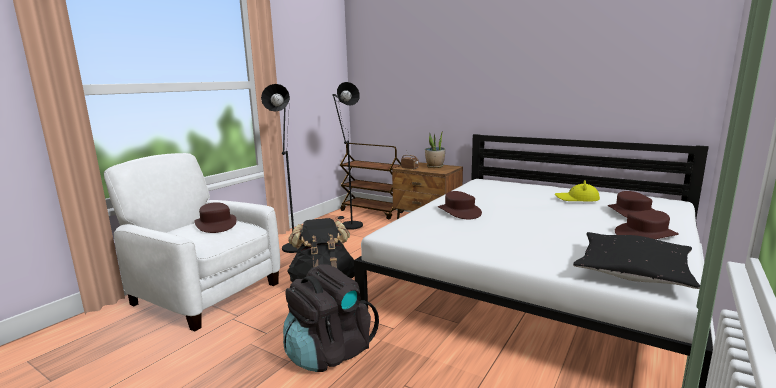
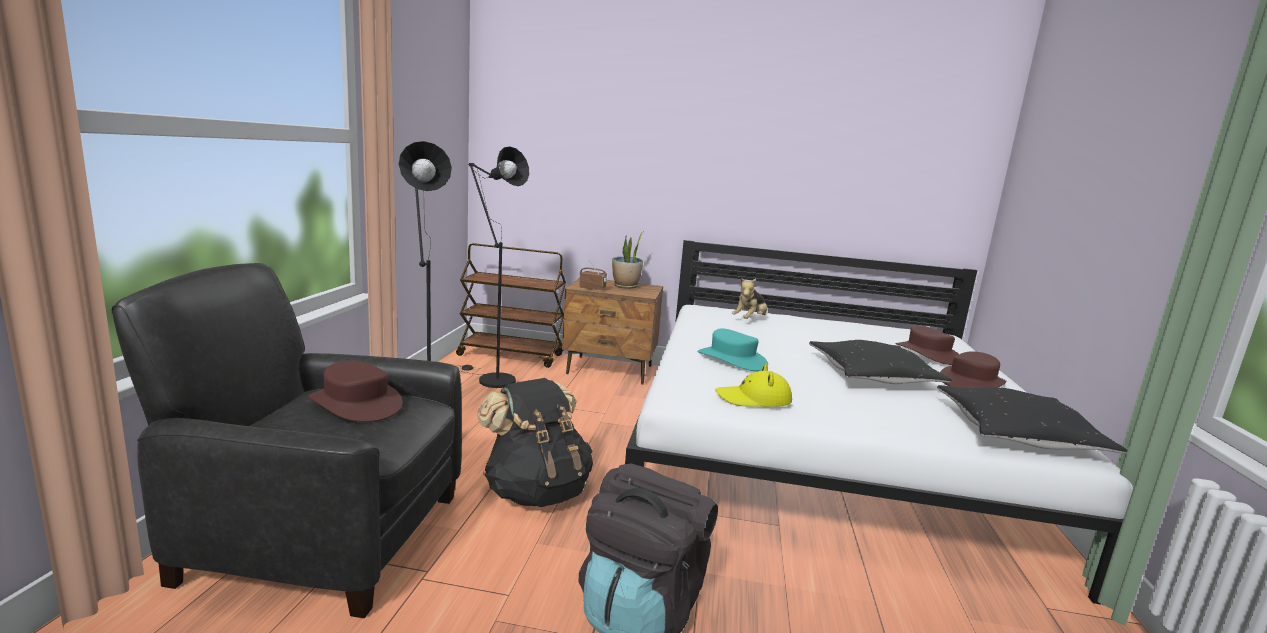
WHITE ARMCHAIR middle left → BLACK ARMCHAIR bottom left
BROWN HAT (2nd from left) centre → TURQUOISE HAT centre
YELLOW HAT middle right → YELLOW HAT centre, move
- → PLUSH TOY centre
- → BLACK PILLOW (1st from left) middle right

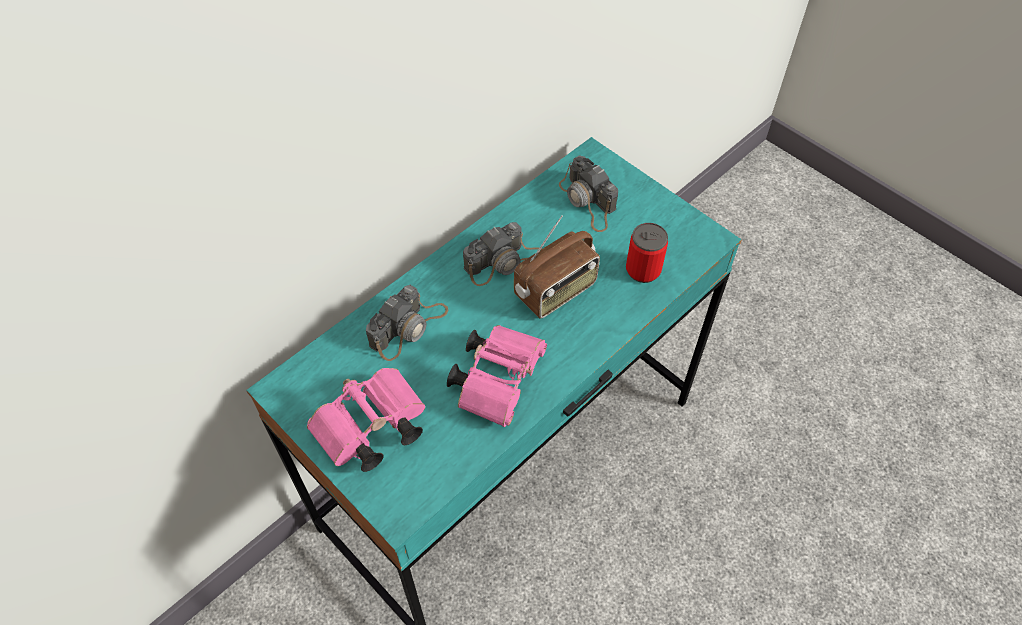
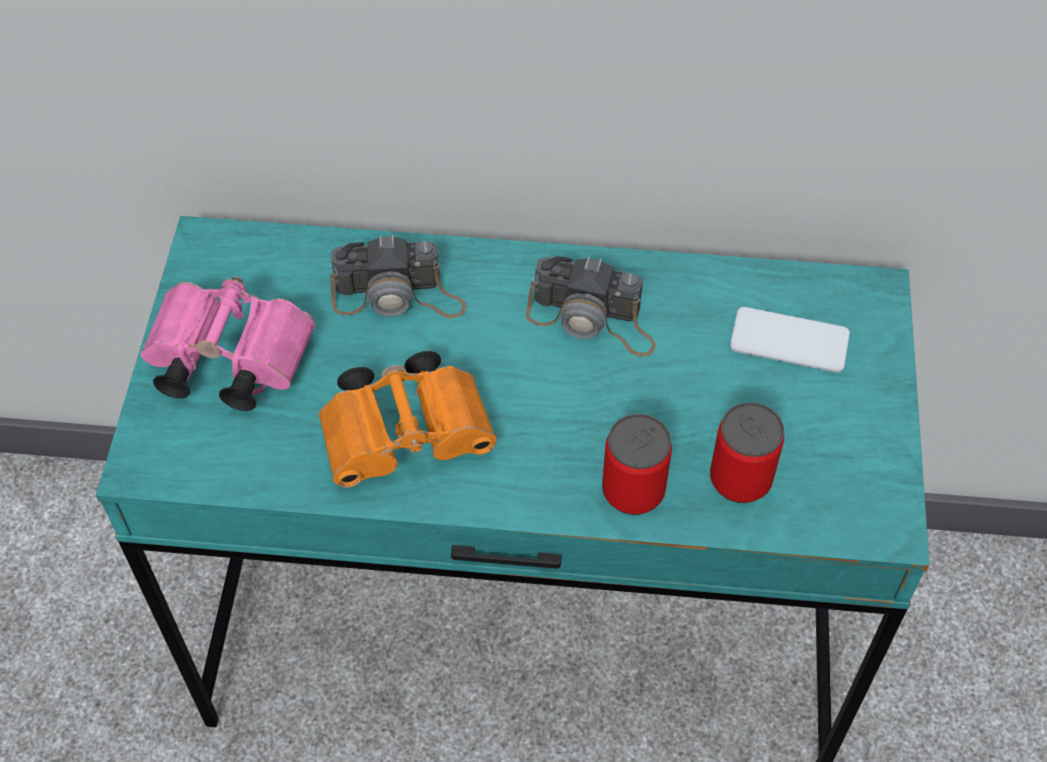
PINK BINOCULARS (2nd from left) centre → ORANGE BINOCULARS centre
- → CAN (1st from left) centre
PHOTO CAMERA (3rd from left) top centre → PHONE middle right
RADIO centre → -

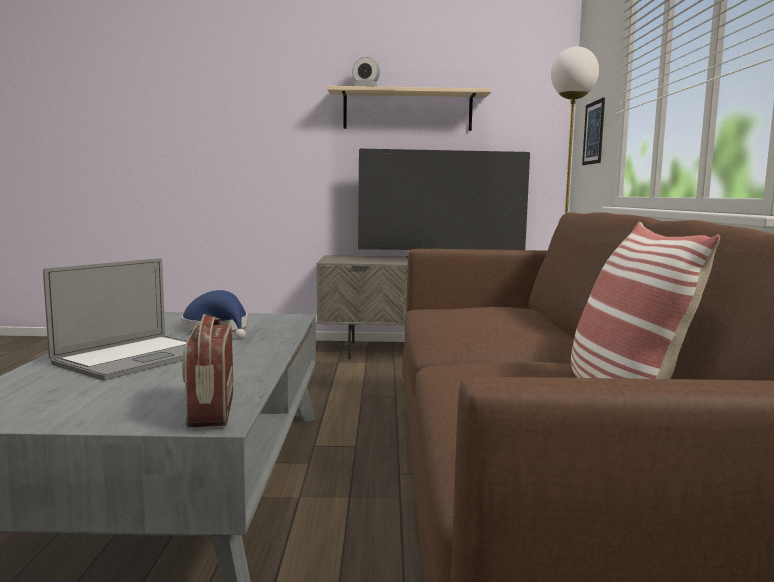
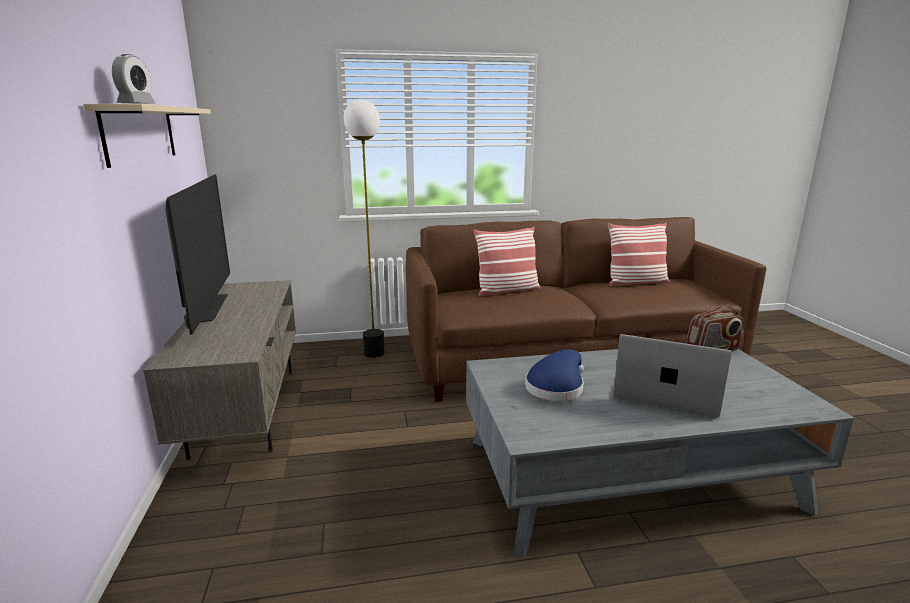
- → PILLOW (1st from left) centre
PICTURE top right → -

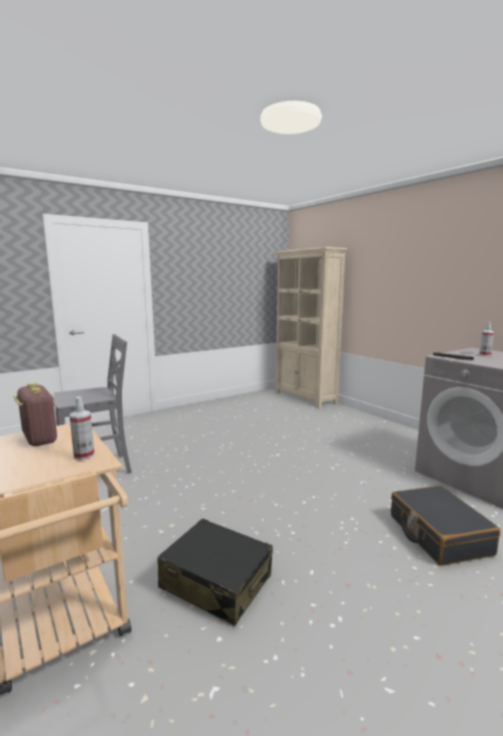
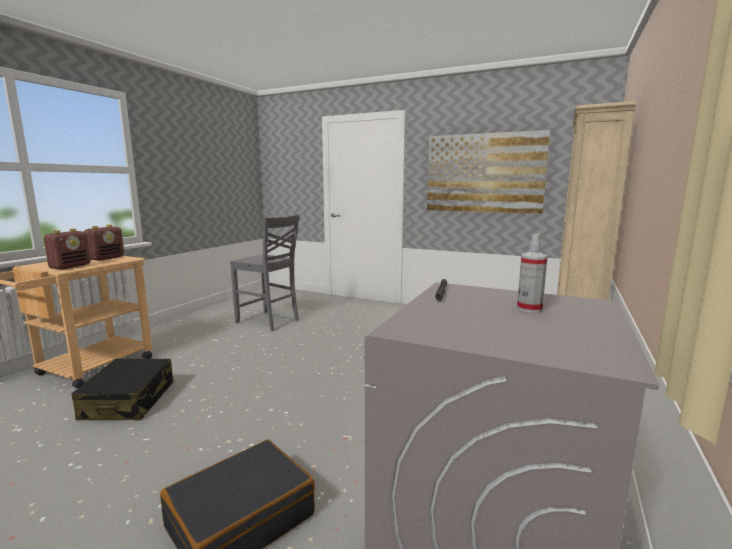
SPRAY BOTTLE (1st from left) middle left → RADIO (1st from left) middle left
- → PICTURE top right

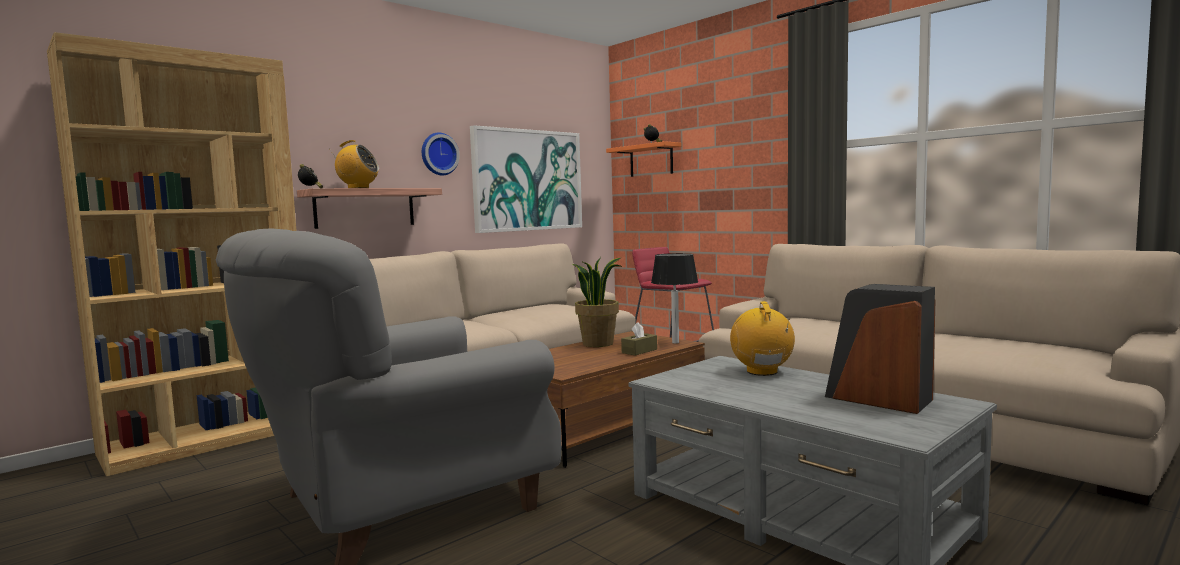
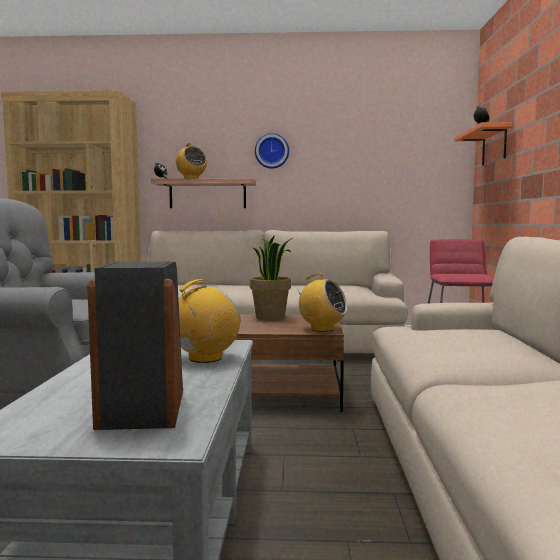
TABLE LAMP centre → RADIO (3rd from left) centre
PICTURE top centre → -
BROWN TISSUE BOX centre → -

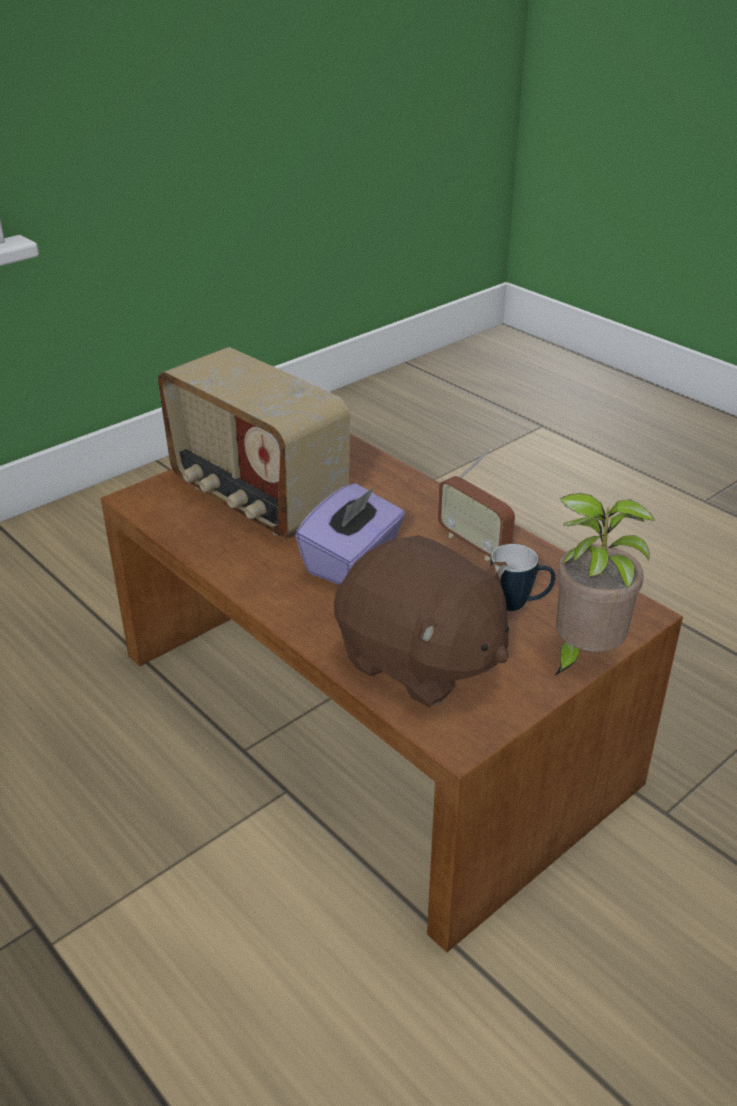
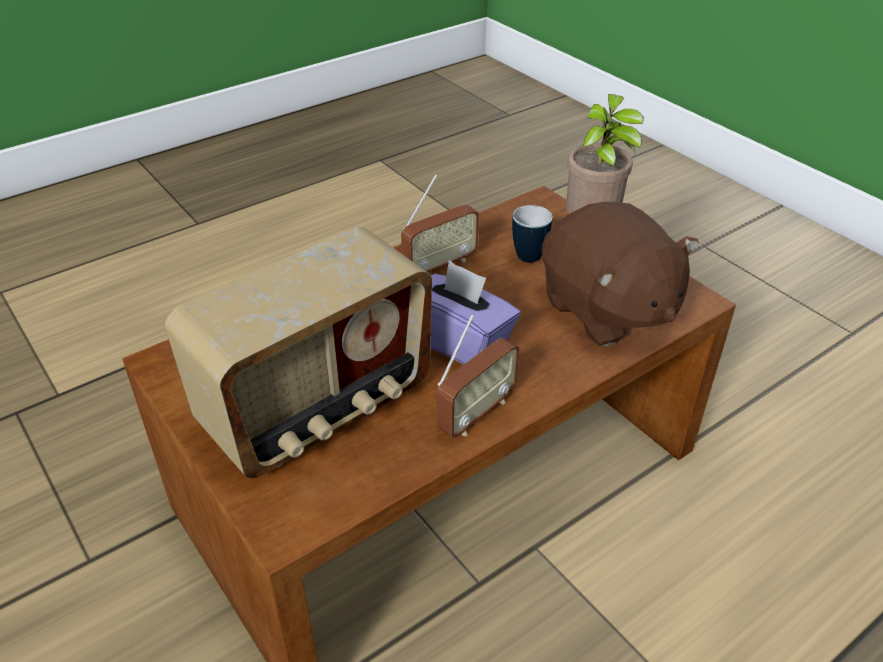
- → RADIO (3rd from left) centre
BROWN PLUSH TOY centre → BROWN PLUSH TOY middle right, 105 degrees clockwise

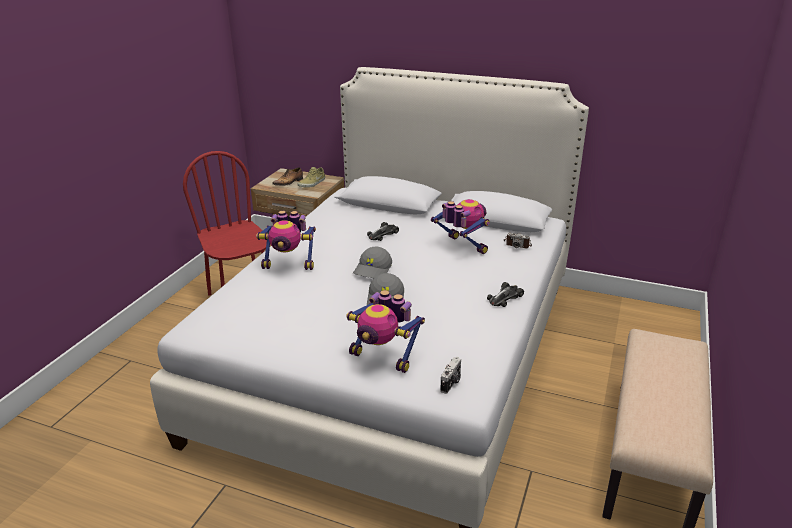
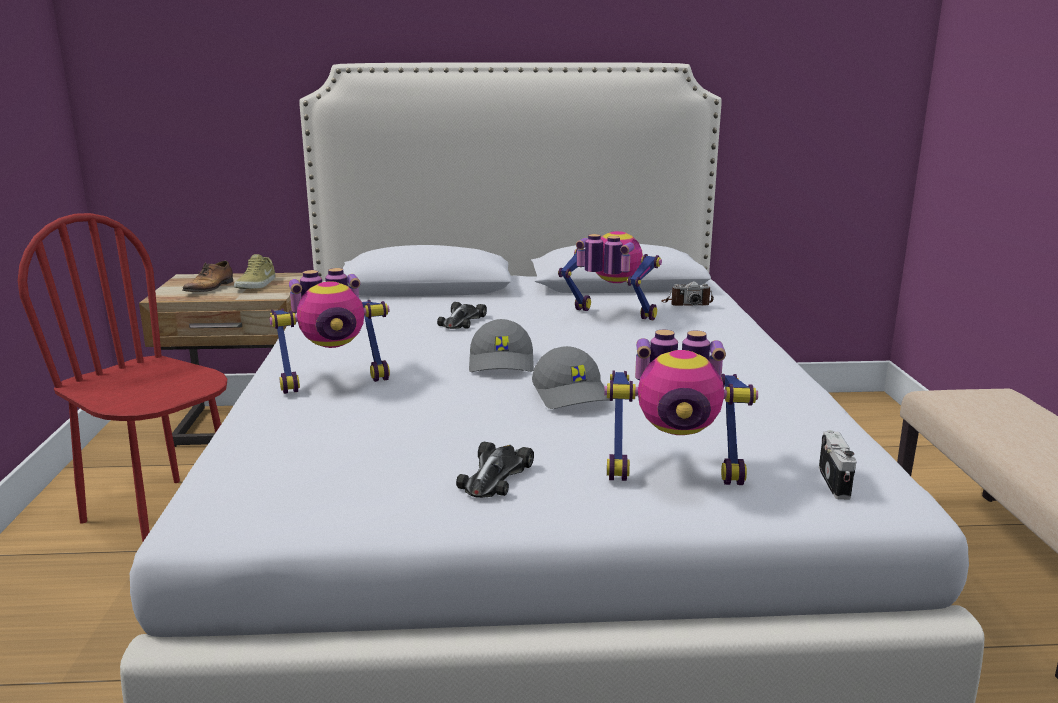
TOY CAR (2nd from left) centre → TOY CAR (2nd from left) bottom centre, move

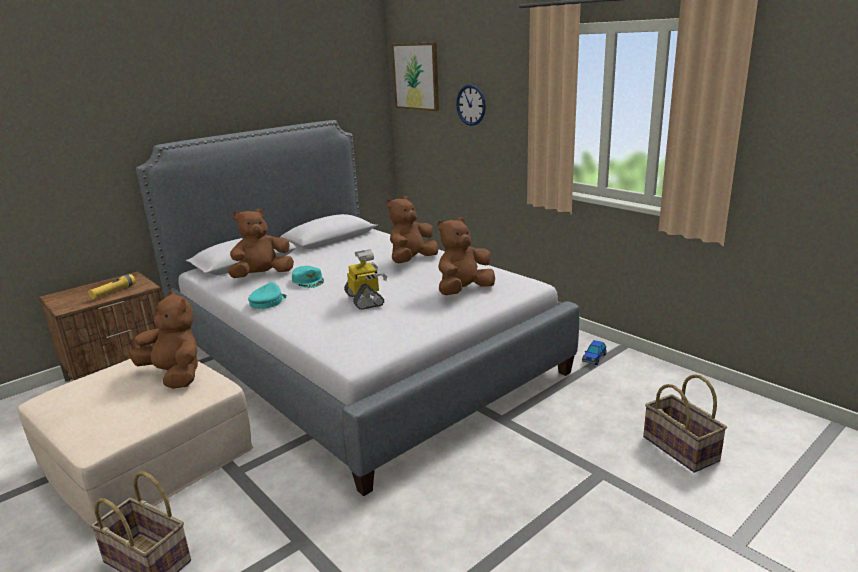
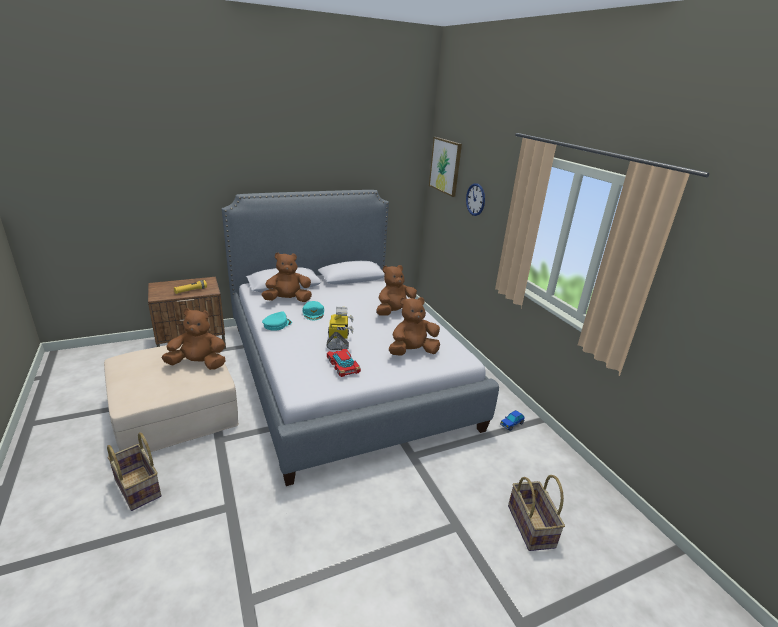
BROWN PLUSH TOY (1st from left) middle left, 60 degrees counterclockwise
- → TOY CAR (1st from left) centre

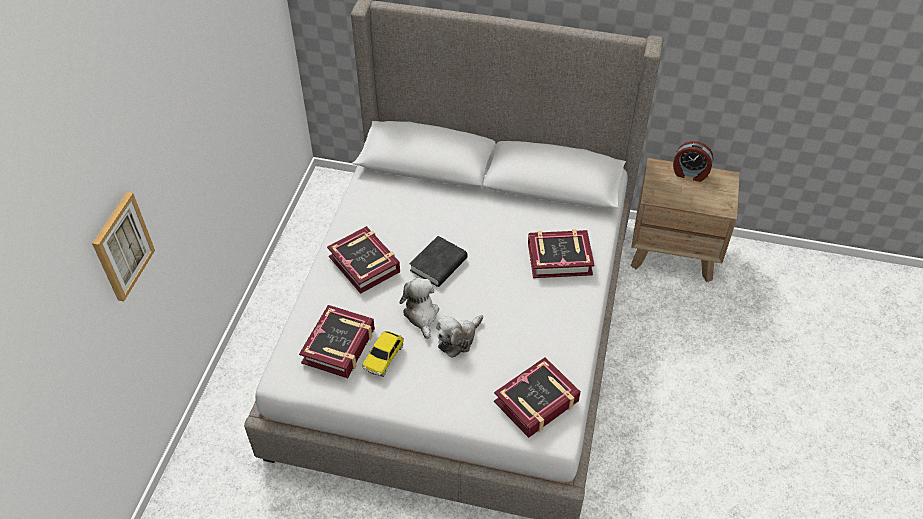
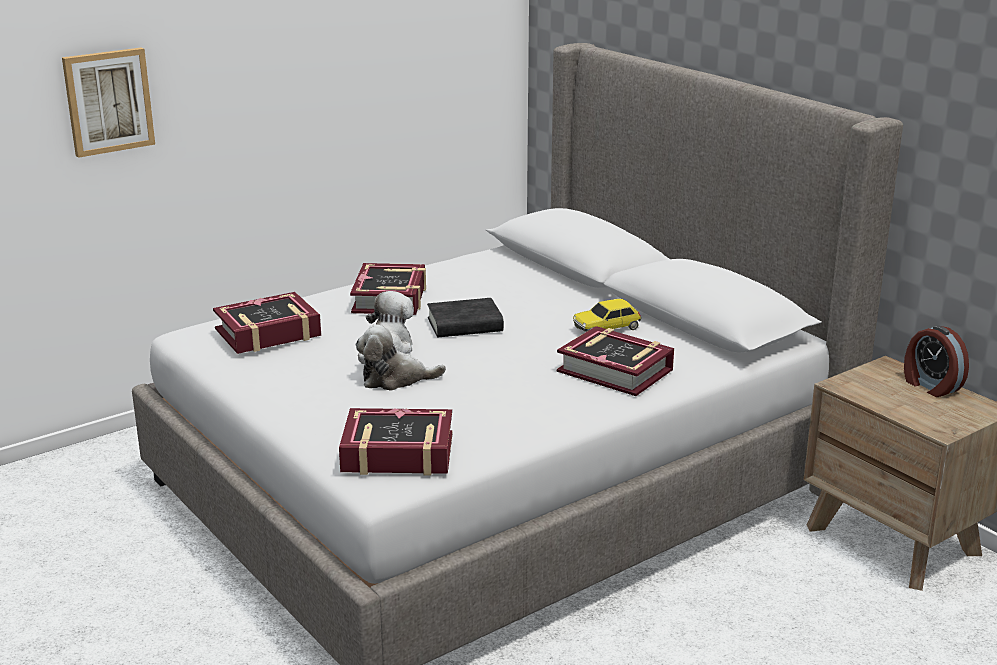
TOY CAR bottom centre → TOY CAR centre, move

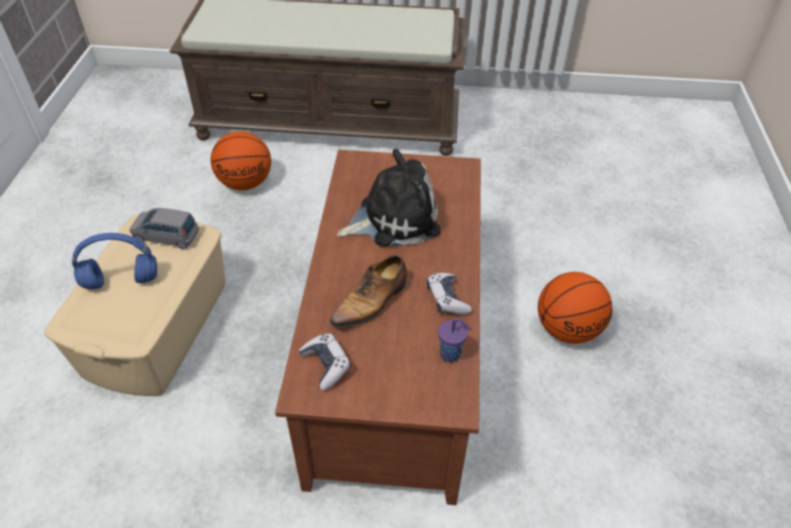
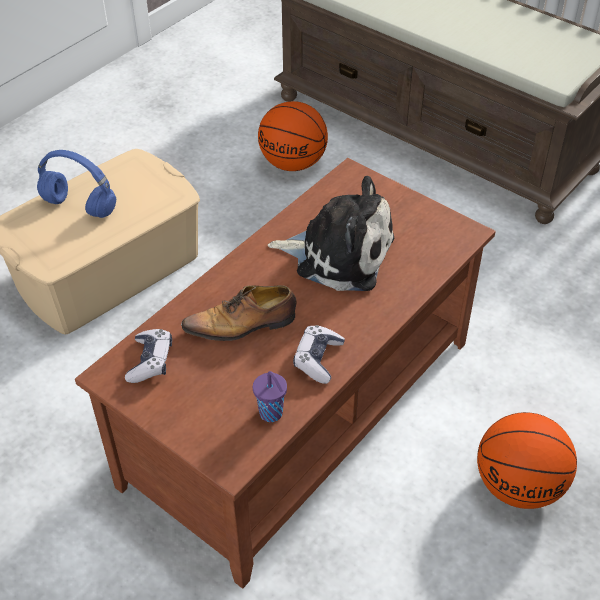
GREY TOY CAR middle left → -

